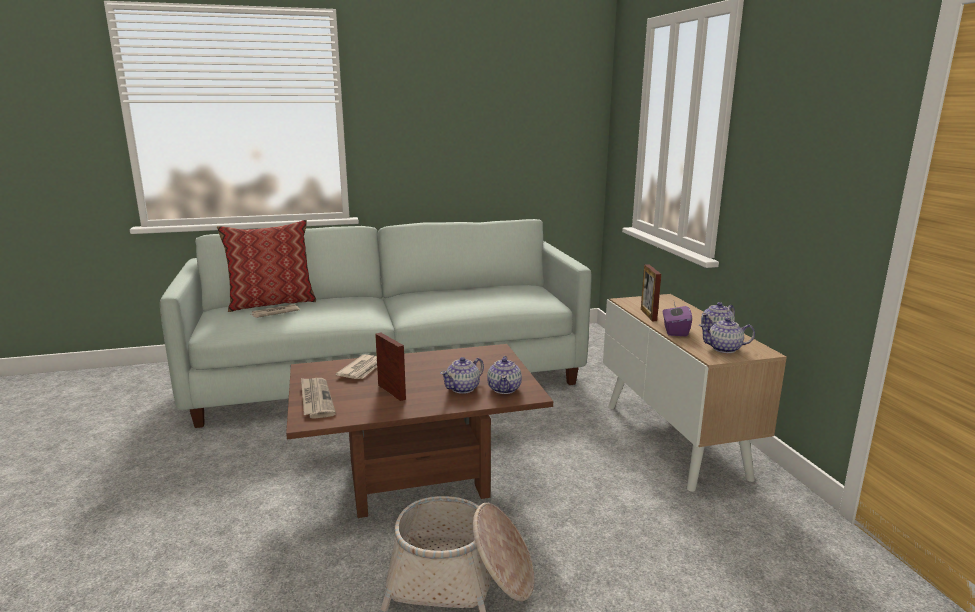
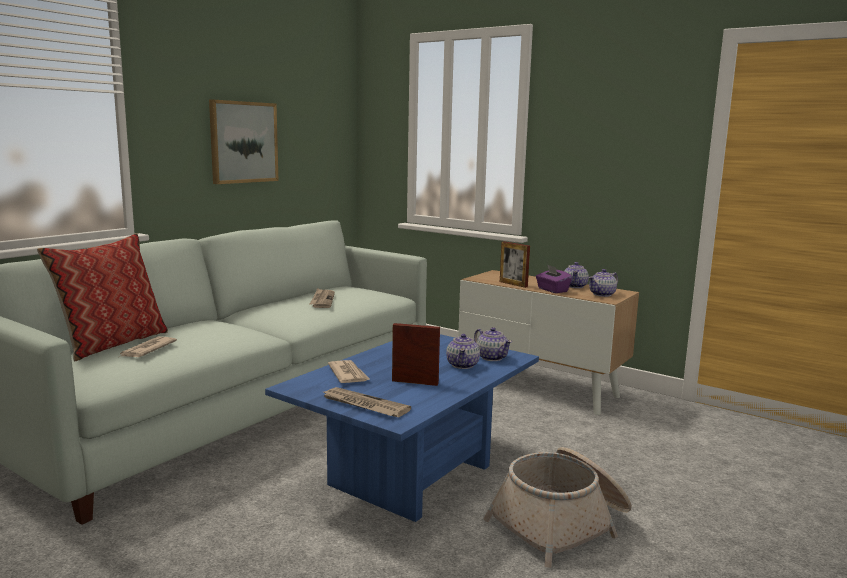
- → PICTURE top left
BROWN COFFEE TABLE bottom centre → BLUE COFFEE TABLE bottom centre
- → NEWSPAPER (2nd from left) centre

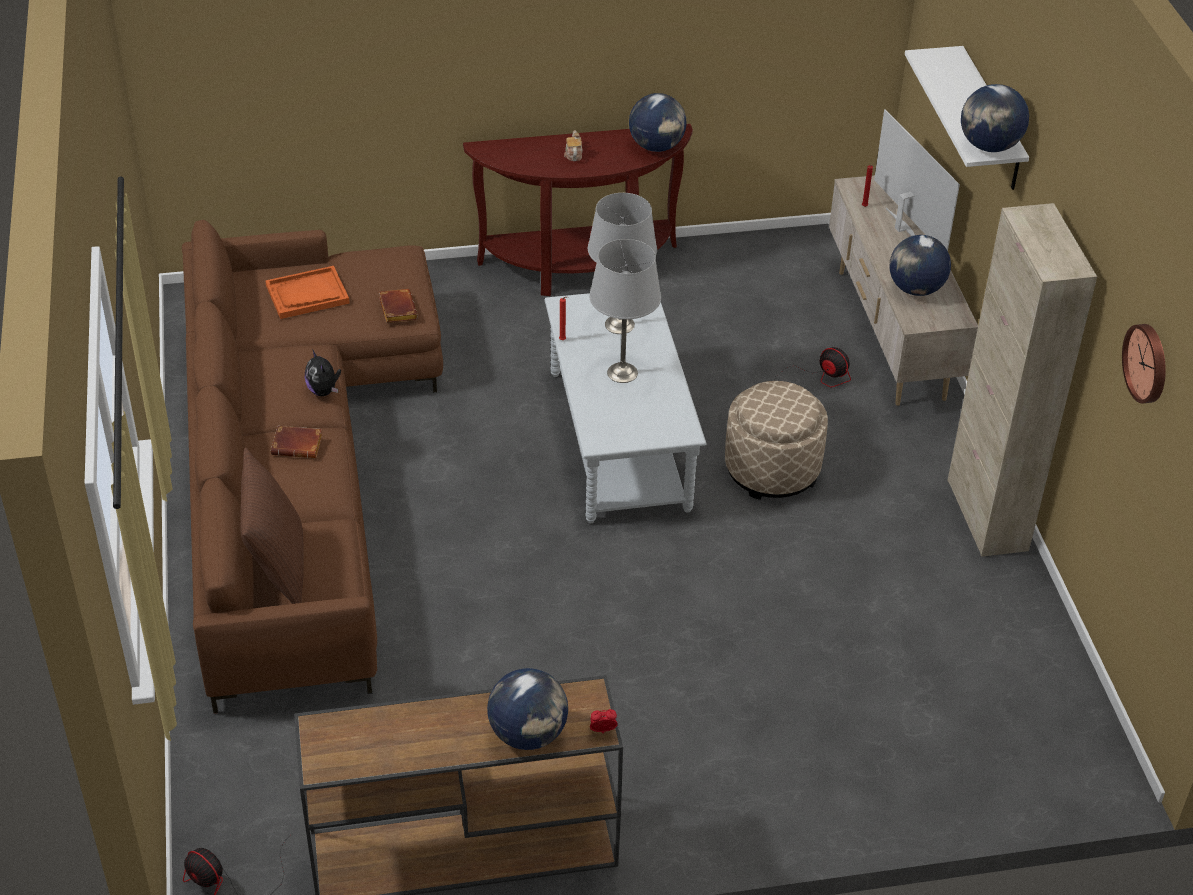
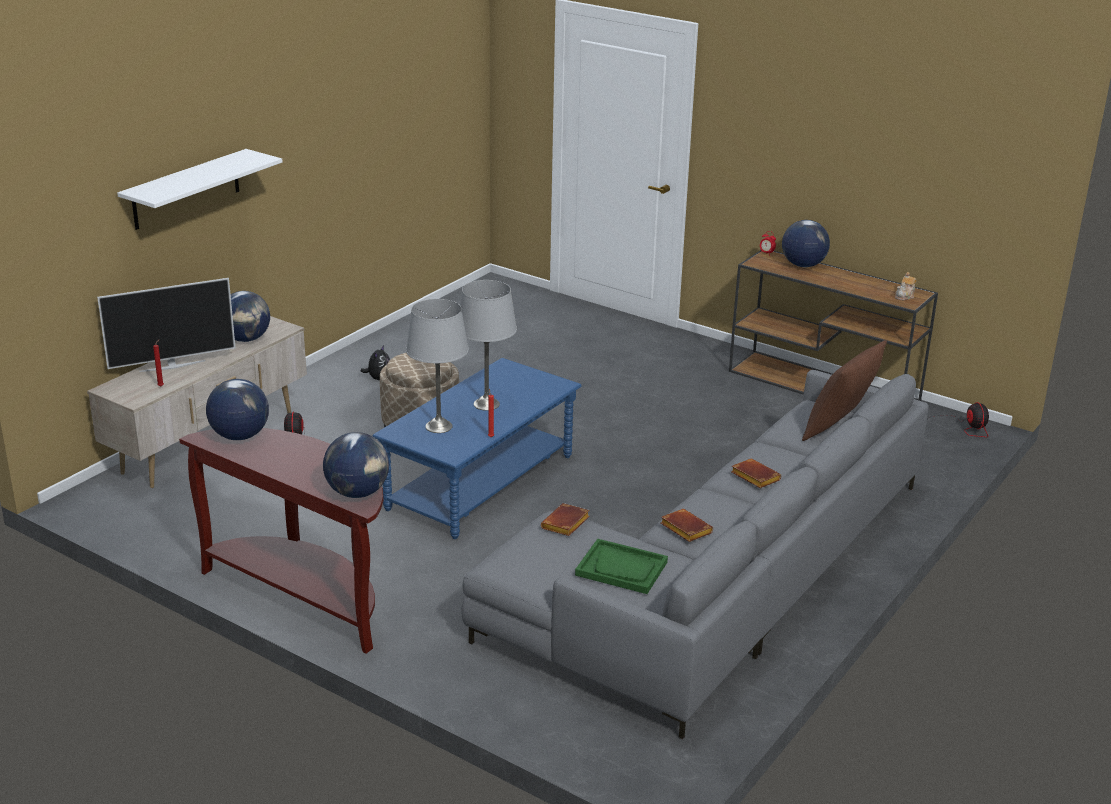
TELEVISION top right → TELEVISION middle left, 135 degrees counterclockwise
GLOBE (4th from left in the first image) top right → GLOBE (3rd from left) middle left, move
PLUSH TOY middle left → PLUSH TOY centre, move
GREY COFFEE TABLE centre → BLUE COFFEE TABLE centre
BROWN SOFA middle left → GREY SOFA bottom centre
ORANGE TRAY top left → GREEN TRAY bottom centre
- → BROWN BOOK (2nd from left) centre
TEAPOT top centre → TEAPOT middle right, move
BEIGE CABINET middle right → -
WALL CLOCK middle right → -

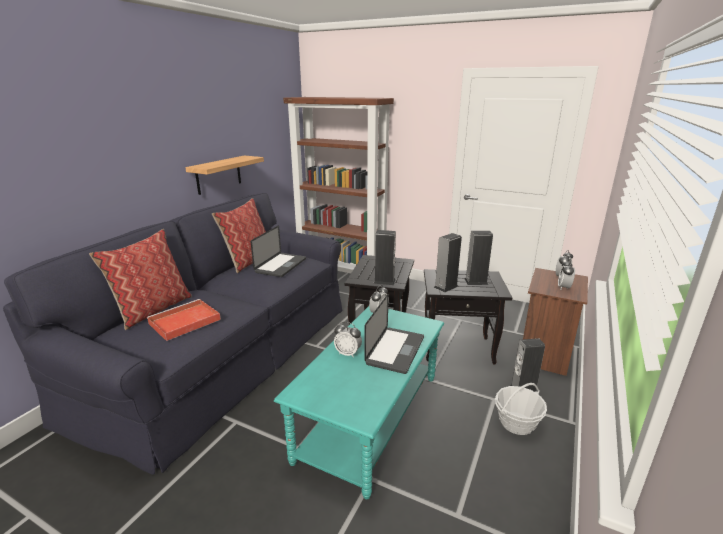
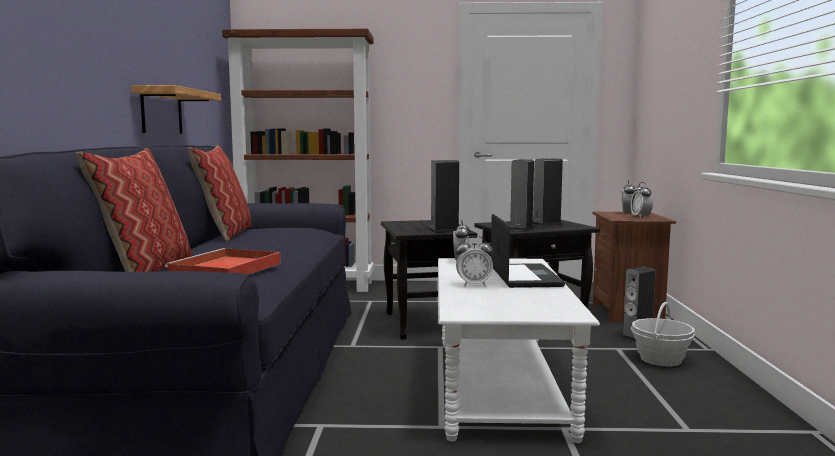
TURQUOISE COFFEE TABLE bottom centre → WHITE COFFEE TABLE bottom centre
LAPTOP (1st from left) centre → -

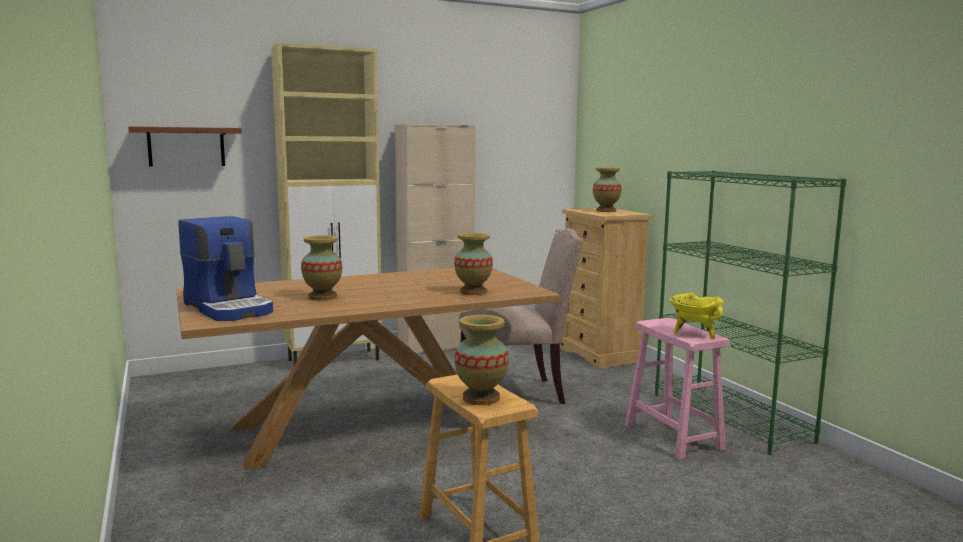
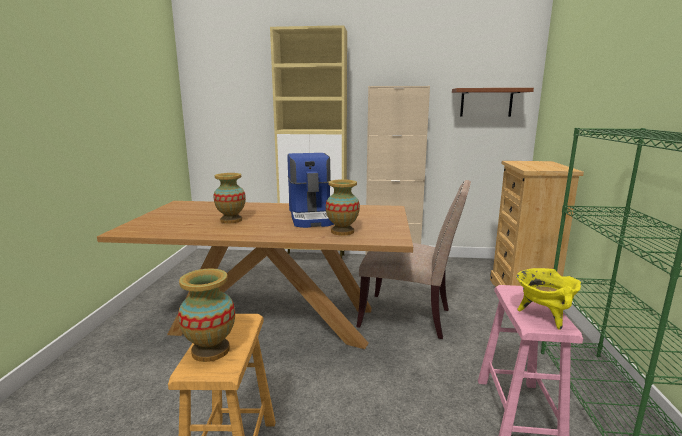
COFFEE MACHINE middle left → COFFEE MACHINE centre, move
BROWN SHELF top left → BROWN SHELF top right, move
VASE (4th from left) centre → -

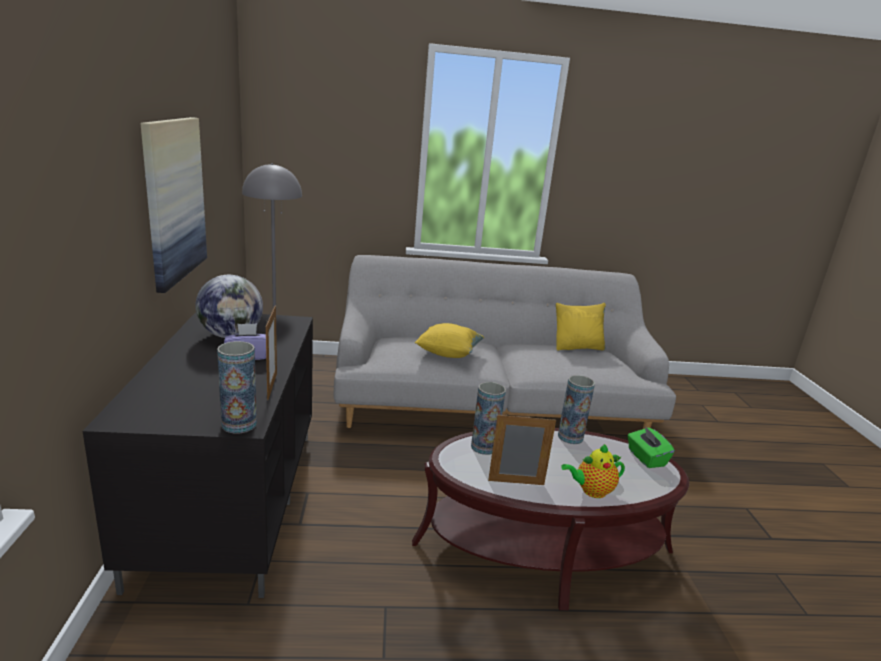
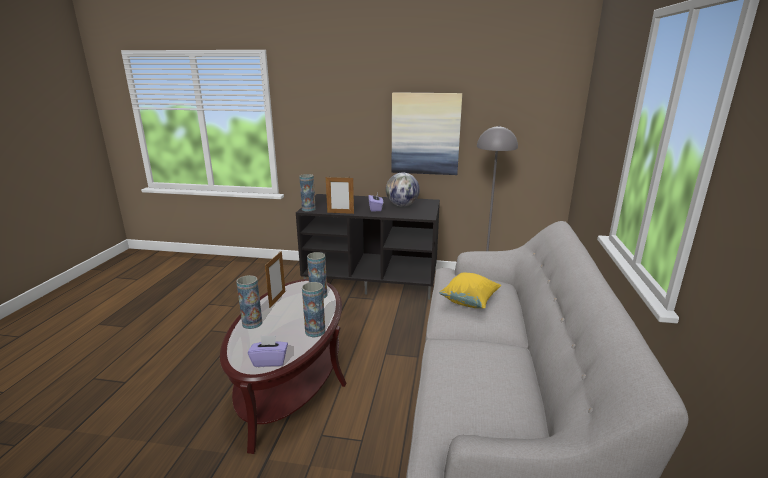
TEAPOT bottom right → VASE (1st from left) middle left
GREEN TISSUE BOX bottom right → PURPLE TISSUE BOX (1st from left) bottom centre
YELLOW PILLOW (2nd from left) centre → -

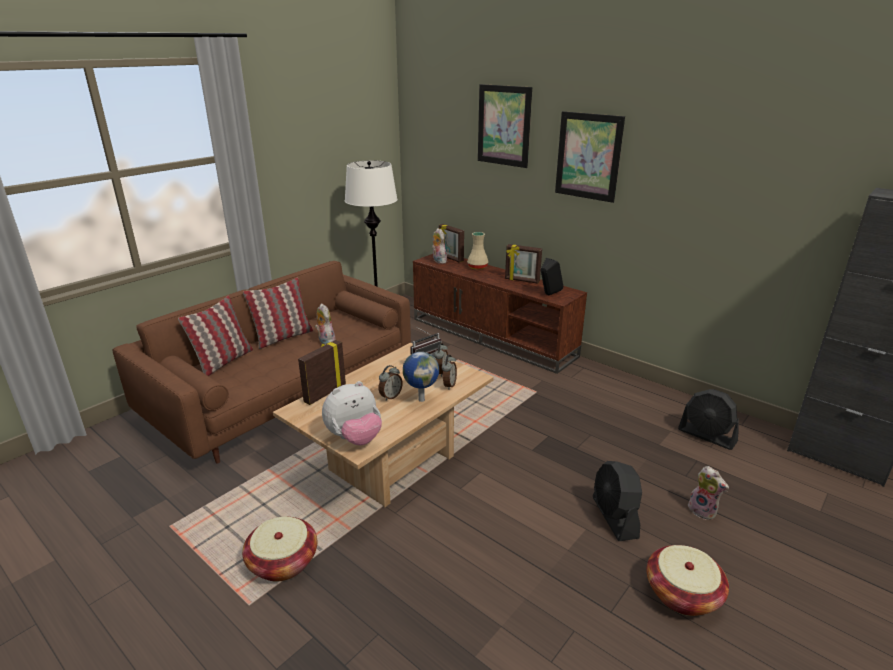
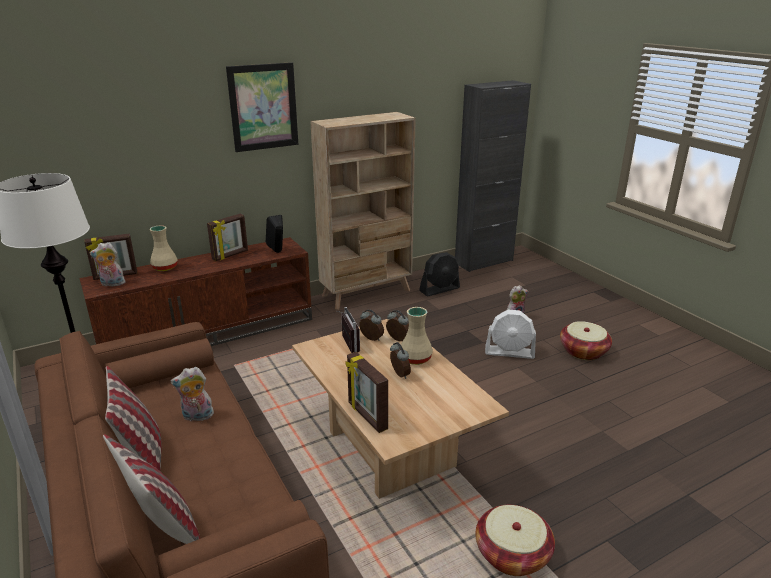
- → BEIGE BOOKCASE centre
GLOBE centre → BEIGE VASE (2nd from left) centre
BLACK FAN (1st from left) bottom right → WHITE FAN centre
PLUSH TOY (2nd from left) centre → -
PICTURE (1st from left) top centre → -

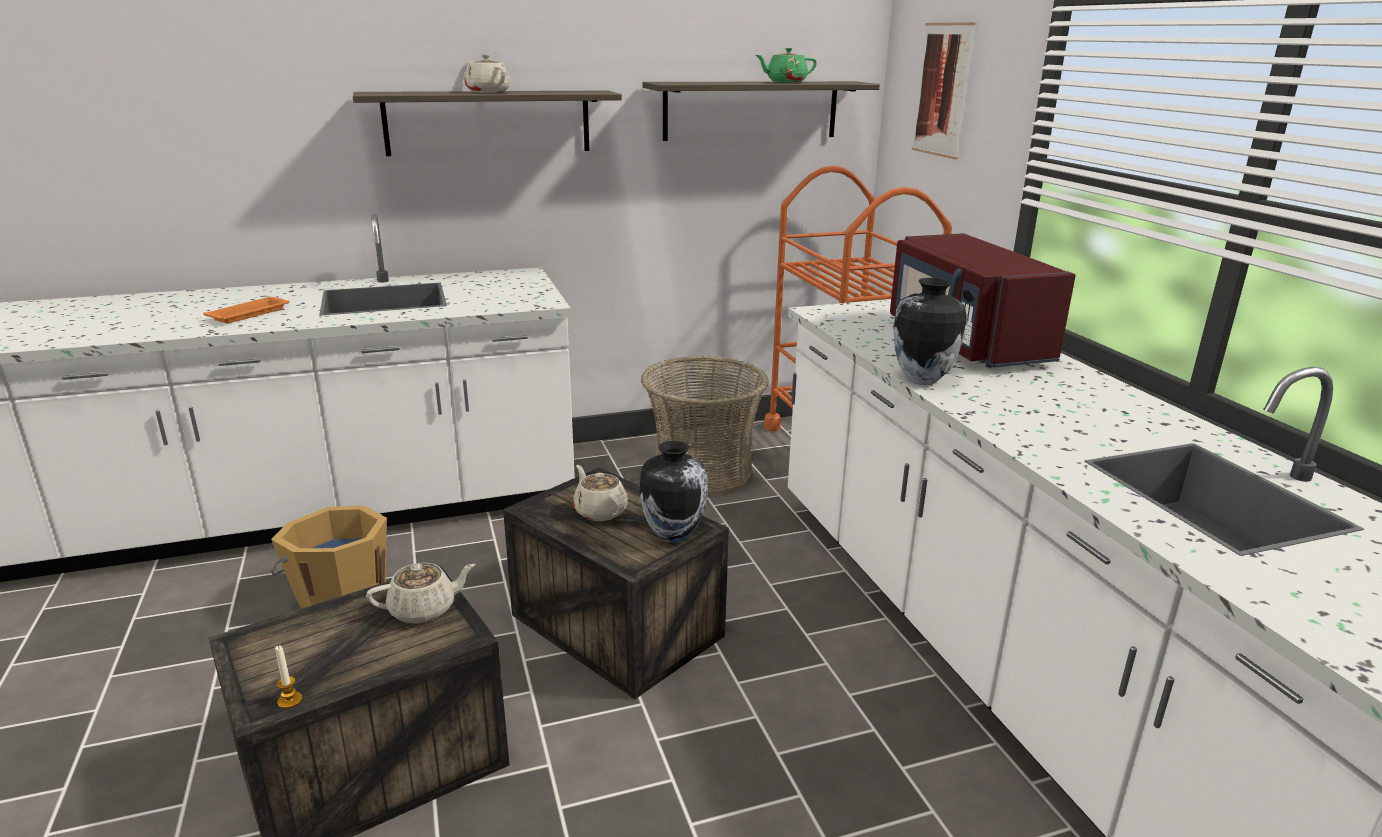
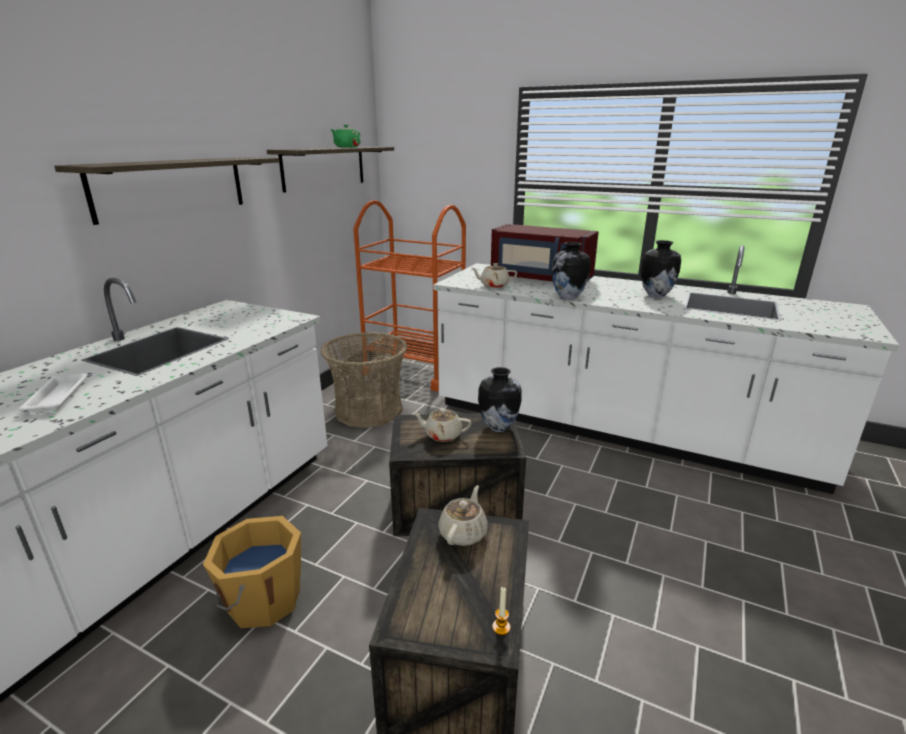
ORANGE TRAY middle left → WHITE TRAY middle left
BEIGE TEAPOT (2nd from left in the first image) top centre → BEIGE TEAPOT (3rd from left) centre, move
- → VASE (3rd from left) middle right
PICTURE top right → -

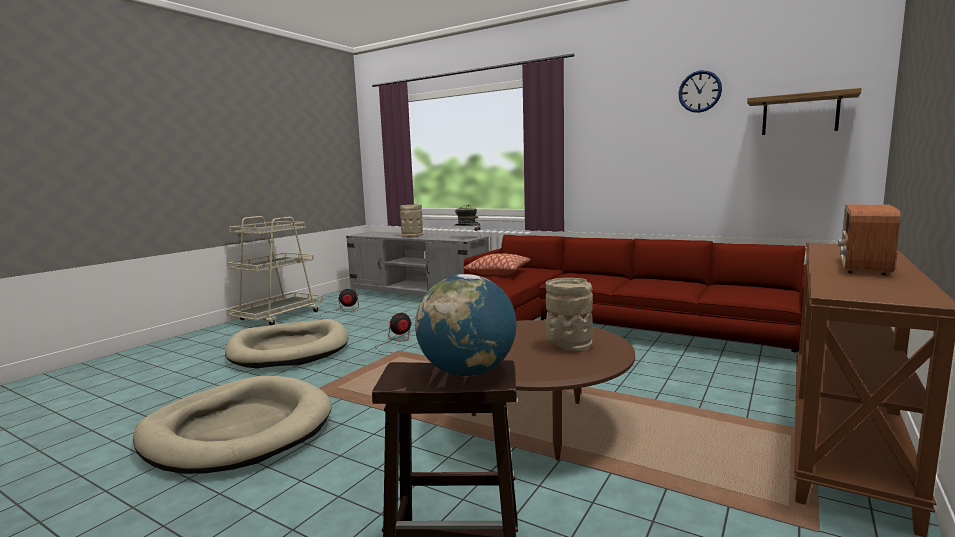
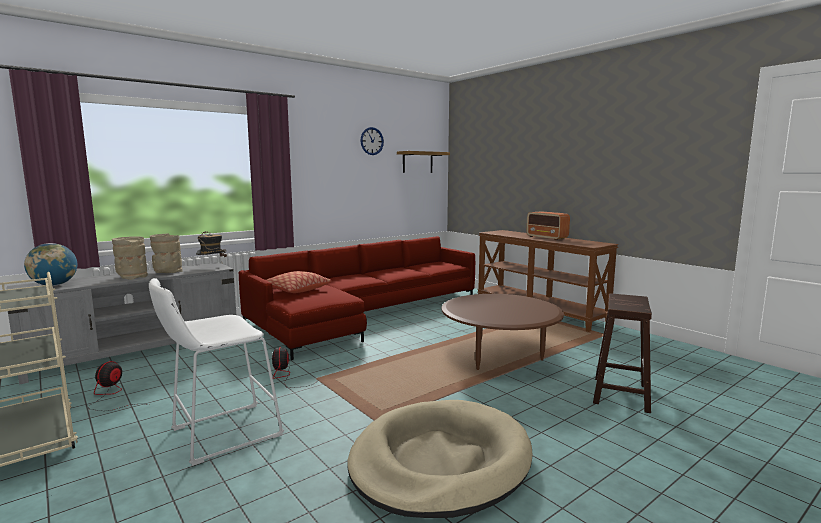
GLOBE centre → GLOBE middle left, move
BEIGE DOG BED (2nd from left) middle left → WHITE STOOL bottom left
BEIGE VASE (2nd from left) centre → BEIGE VASE (2nd from left) middle left, move

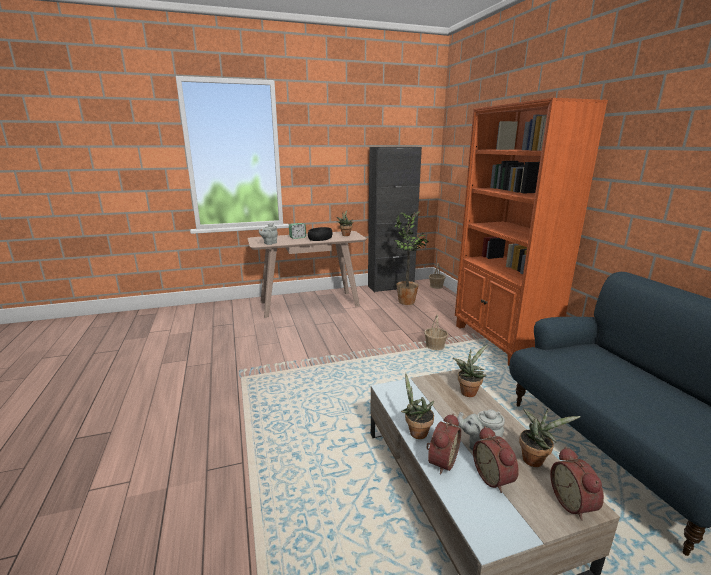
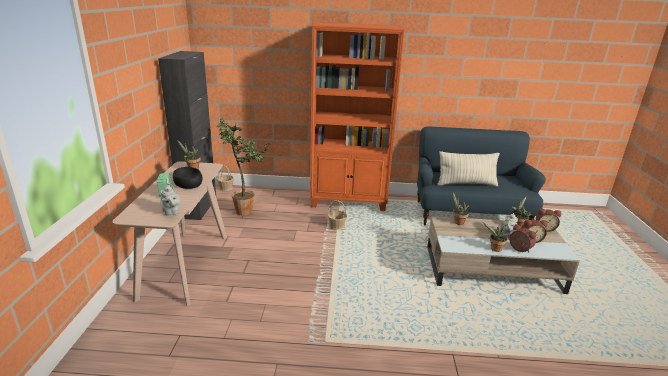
- → PILLOW middle right

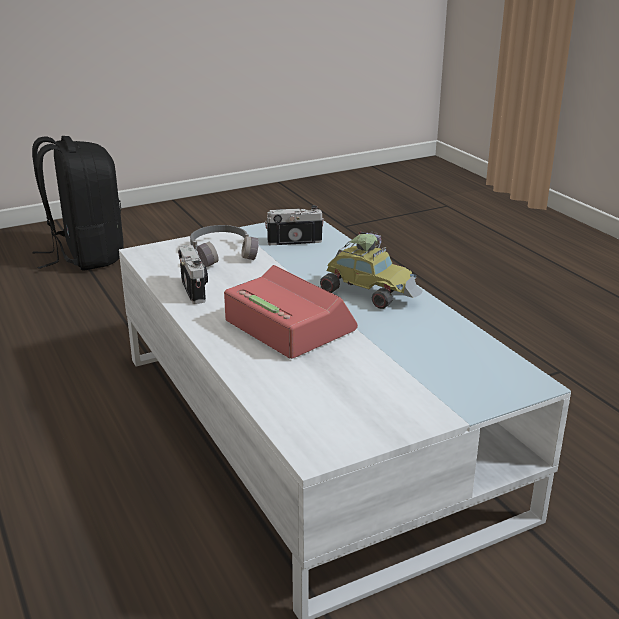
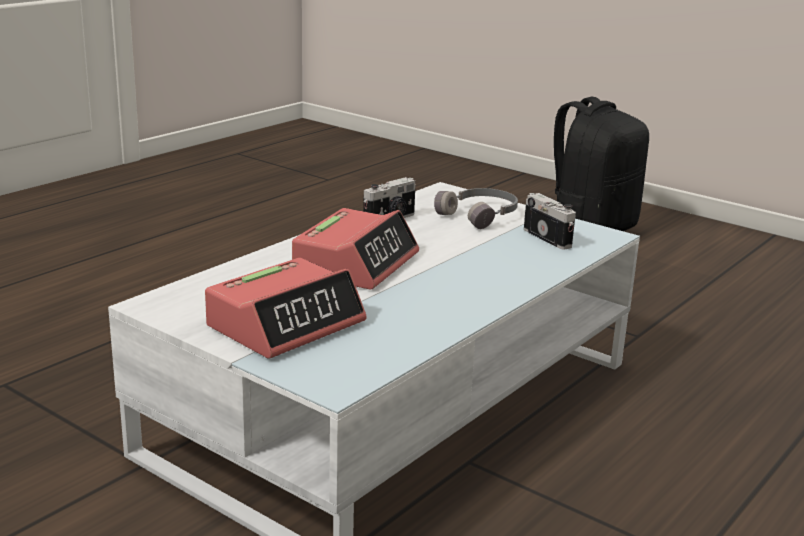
- → ALARM CLOCK (1st from left) centre
TOY CAR centre → -

